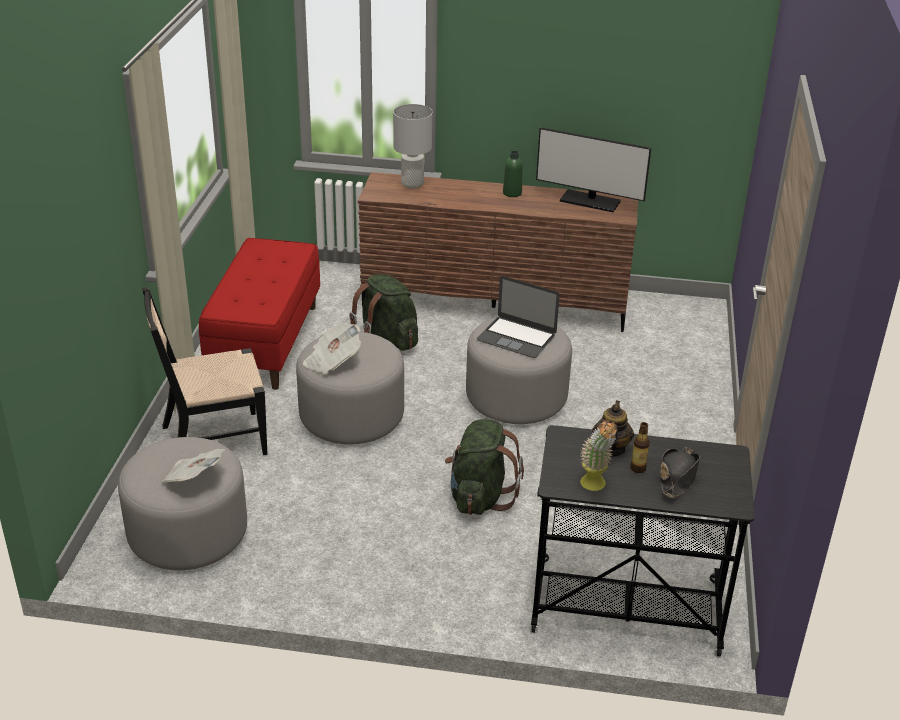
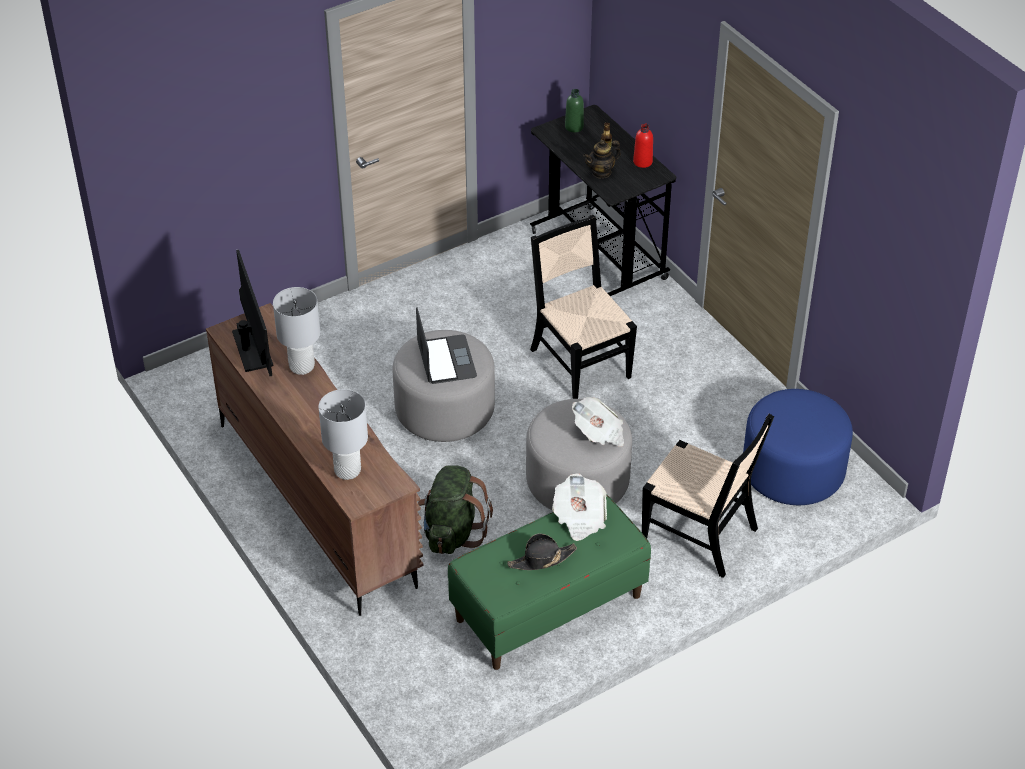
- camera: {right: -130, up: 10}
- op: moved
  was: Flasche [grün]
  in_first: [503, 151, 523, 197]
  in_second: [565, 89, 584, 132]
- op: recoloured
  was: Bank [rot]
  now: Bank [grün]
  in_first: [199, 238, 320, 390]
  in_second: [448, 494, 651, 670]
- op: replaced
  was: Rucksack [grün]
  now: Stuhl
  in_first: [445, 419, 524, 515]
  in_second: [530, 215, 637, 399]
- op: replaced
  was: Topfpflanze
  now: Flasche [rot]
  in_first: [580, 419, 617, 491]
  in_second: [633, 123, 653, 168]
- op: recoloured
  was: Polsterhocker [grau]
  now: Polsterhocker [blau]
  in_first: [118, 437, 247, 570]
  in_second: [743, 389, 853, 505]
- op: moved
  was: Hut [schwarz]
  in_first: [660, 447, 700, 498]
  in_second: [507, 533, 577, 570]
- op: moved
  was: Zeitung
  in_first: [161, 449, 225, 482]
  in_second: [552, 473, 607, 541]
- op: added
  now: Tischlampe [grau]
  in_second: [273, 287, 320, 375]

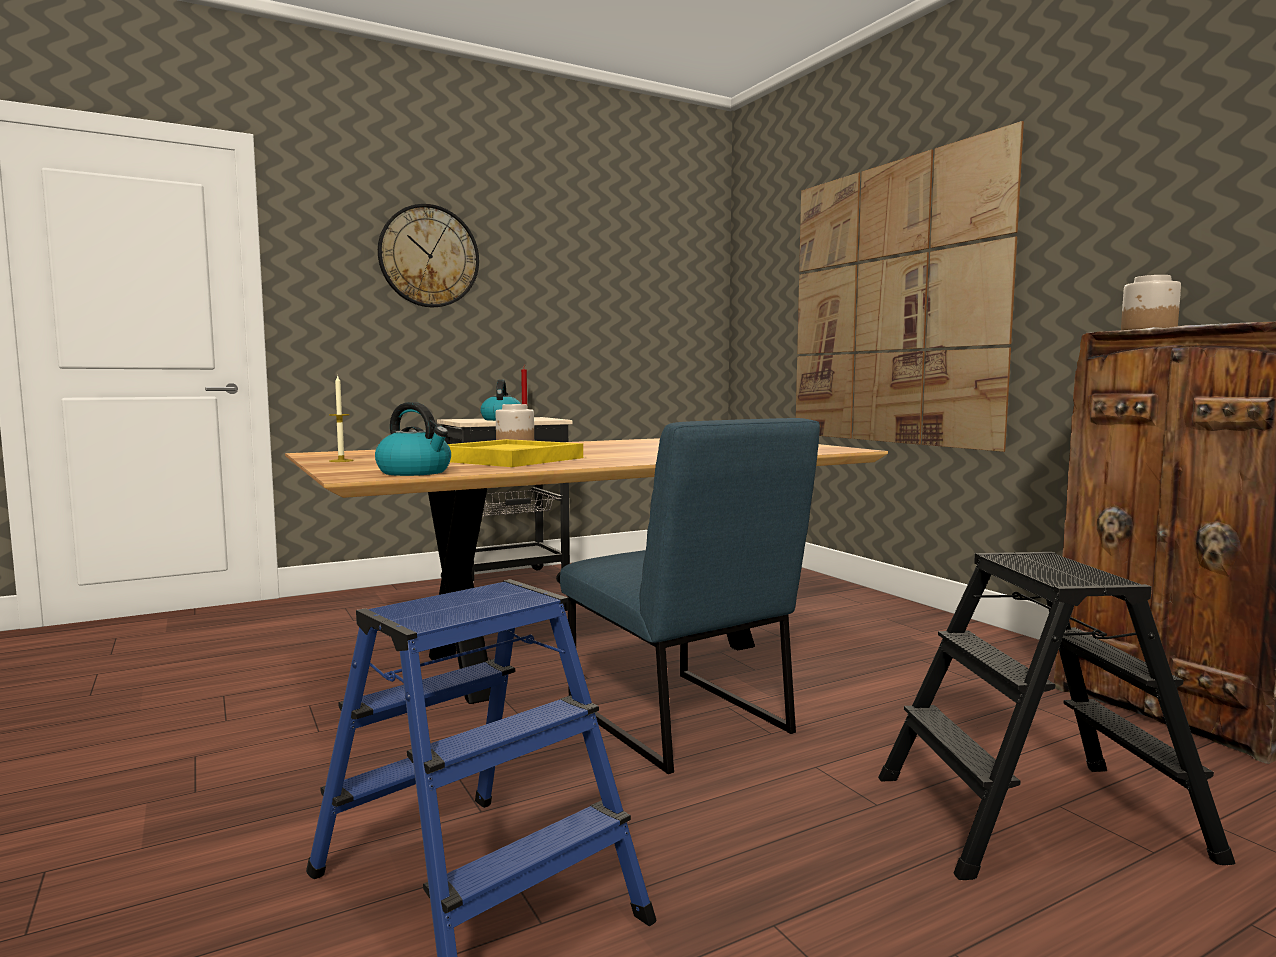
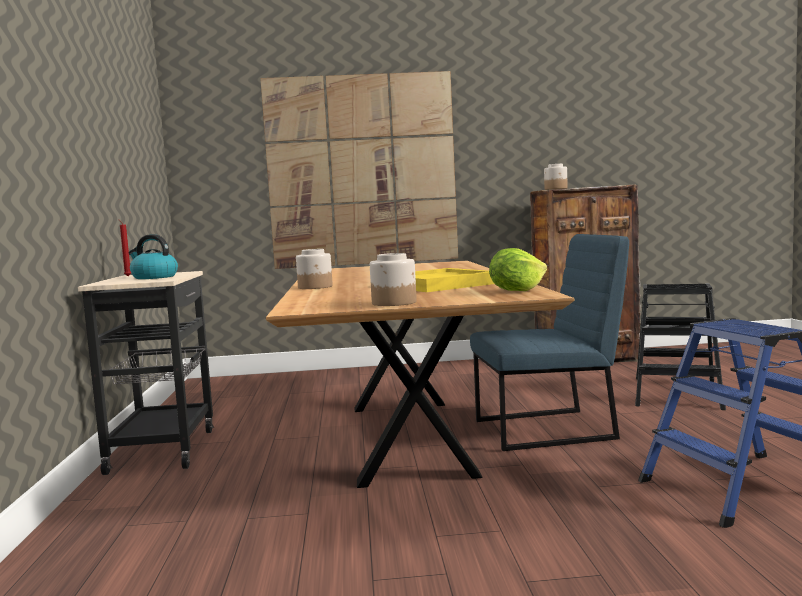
- camera: {right: -65, up: 0}
- op: removed
  was: Wanduhr
  in_first: [378, 204, 479, 307]
- op: replaced
  was: Kerze
  now: Vorratsglas
  in_first: [329, 375, 354, 462]
  in_second: [370, 253, 417, 306]
- op: replaced
  was: Wasserkessel
  now: Salatkopf
  in_first: [375, 402, 451, 476]
  in_second: [489, 248, 547, 291]

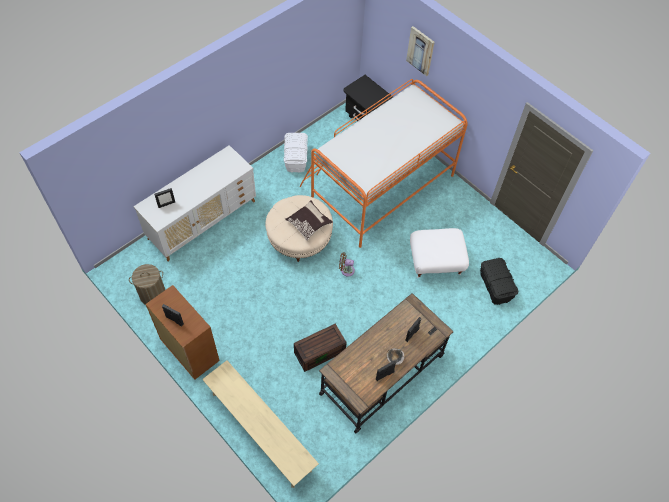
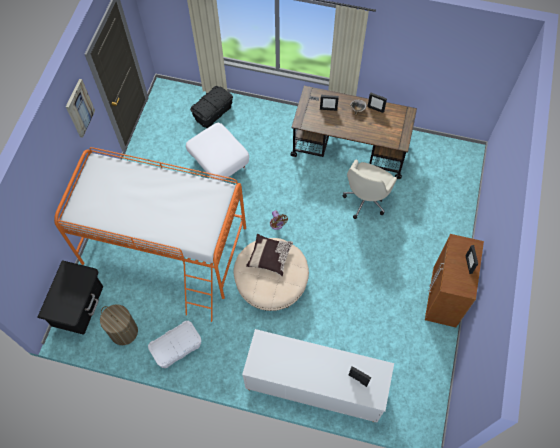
- camera: {right: -120, up: 5}
- op: moved
  was: Bild
  in_first: [406, 26, 435, 76]
  in_second: [66, 79, 95, 138]
- op: moved
  was: Wäschekorb
  in_first: [129, 264, 165, 305]
  in_second: [100, 304, 138, 345]
- op: replaced
  was: Aufbewahrungsbox [braun]
  now: Bürostuhl [beige]
  in_first: [294, 324, 347, 372]
  in_second: [343, 160, 397, 219]
- op: removed
  was: Bank [beige]
  in_first: [202, 360, 319, 488]

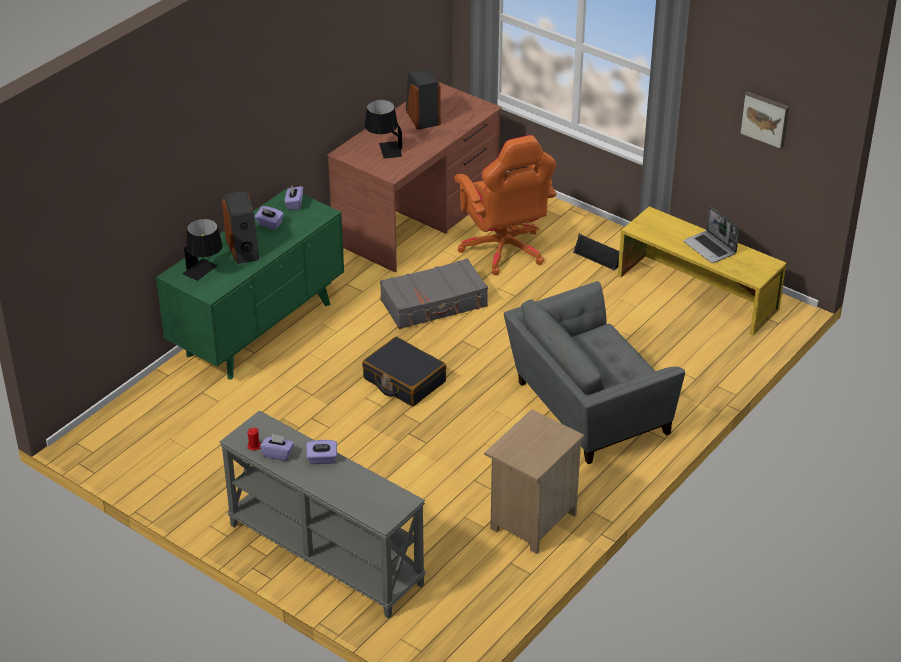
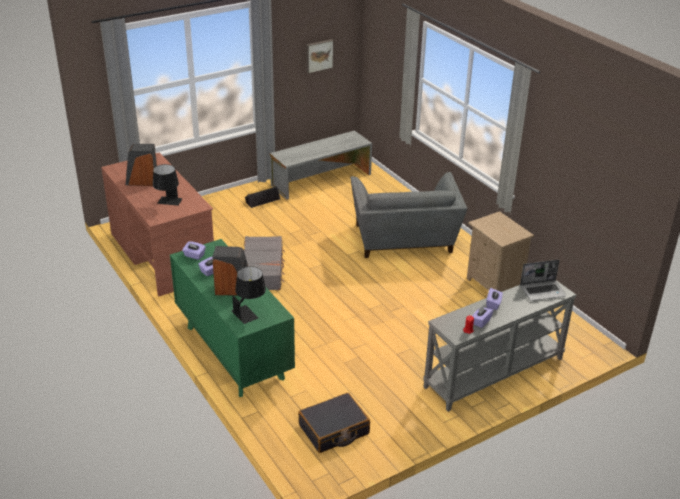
- camera: {right: -70, up: -5}
- op: removed
  was: Bürostuhl [orange]
  in_first: [454, 135, 557, 275]
- op: recoloured
  was: Bank [gelb]
  now: Bank [grau]
  in_first: [618, 206, 787, 336]
  in_second: [270, 131, 372, 200]
- op: moved
  was: Laptop
  in_first: [683, 206, 739, 263]
  in_second: [520, 260, 567, 301]
- op: moved
  was: Koffer [schwarz]
  in_first: [362, 337, 446, 407]
  in_second: [298, 393, 370, 453]

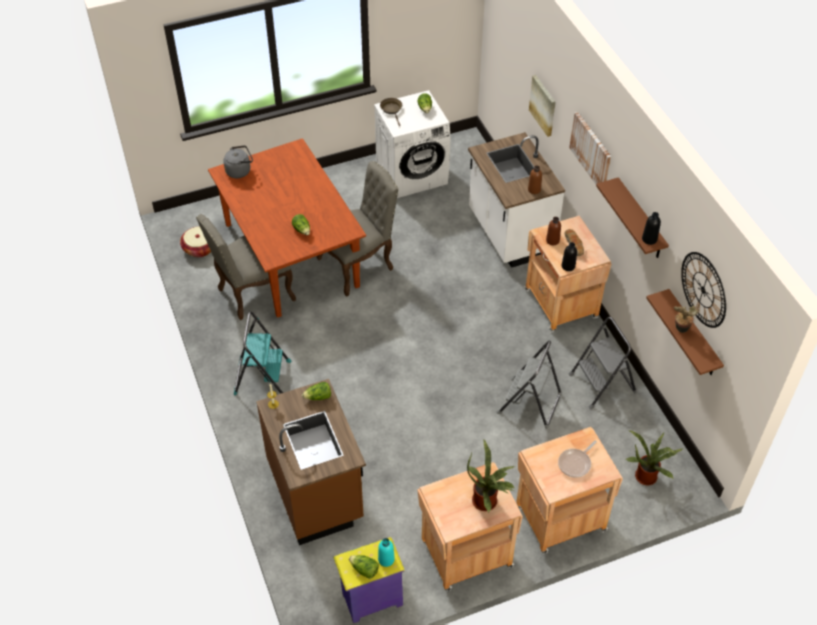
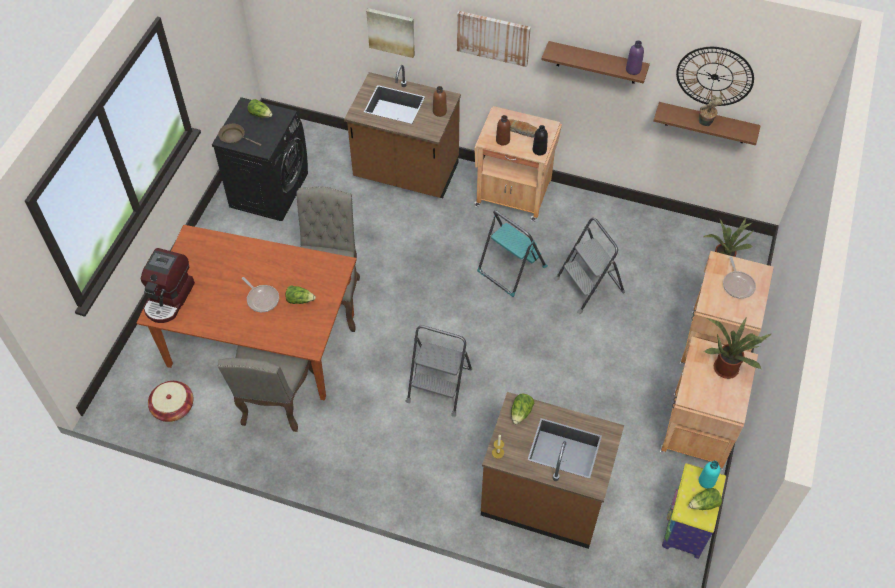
- camera: {right: -50, up: 5}
- op: recoloured
  was: Waschmaschine [weiß]
  now: Waschmaschine [schwarz]
  in_first: [374, 90, 450, 198]
  in_second: [212, 97, 308, 221]
- op: recoloured
  was: Küchenzeile [weiß]
  now: Küchenzeile [braun]
  in_first: [468, 132, 565, 268]
  in_second: [344, 65, 461, 198]
- op: replaced
  was: Wasserkessel [grau]
  now: Kaffeemaschine
  in_first: [223, 146, 253, 178]
  in_second: [140, 248, 195, 323]
- op: recoloured
  was: Flasche [schwarz]
  now: Flasche [lila]
  in_first: [642, 212, 661, 245]
  in_second: [626, 40, 644, 75]
- op: moved
  was: Trittleiter [türkis]
  in_first: [234, 312, 291, 395]
  in_second: [477, 210, 548, 297]
- op: moved
  was: Trittleiter [grau]
  in_first: [568, 317, 637, 410]
  in_second: [405, 325, 472, 417]
- op: added
  now: Pfanne
  in_second: [242, 277, 279, 312]

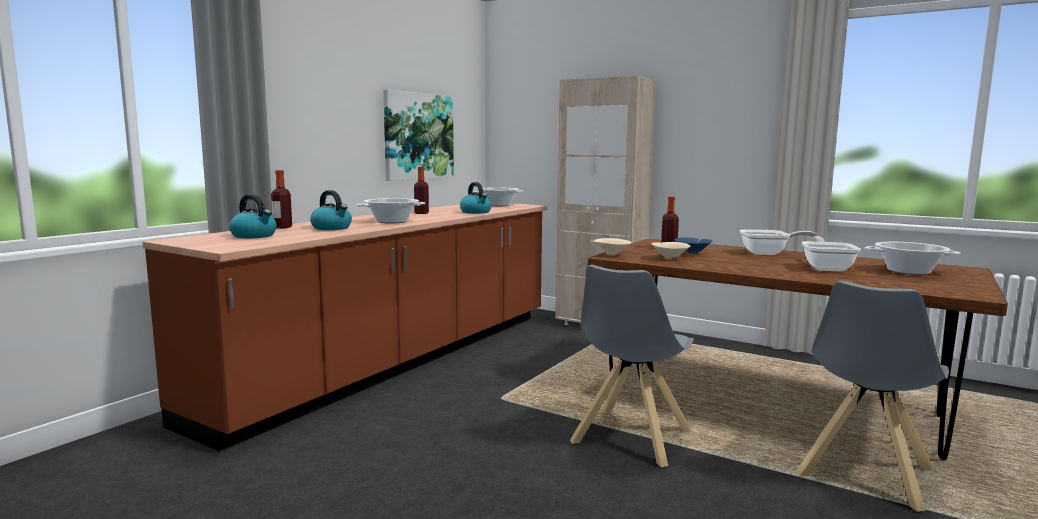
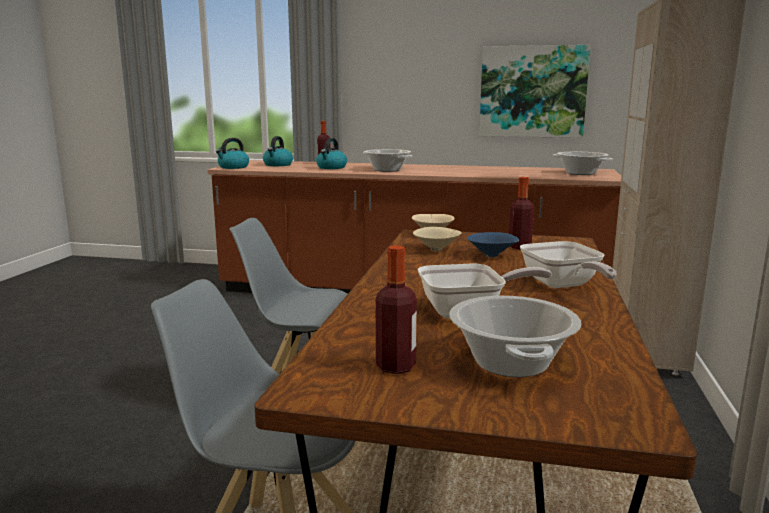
- camera: {right: 70, up: 5}
- op: moved
  was: Flasche
  in_first: [414, 167, 429, 214]
  in_second: [376, 245, 417, 374]
- op: moved
  was: Wasserkessel
  in_first: [460, 182, 492, 214]
  in_second: [216, 138, 249, 169]

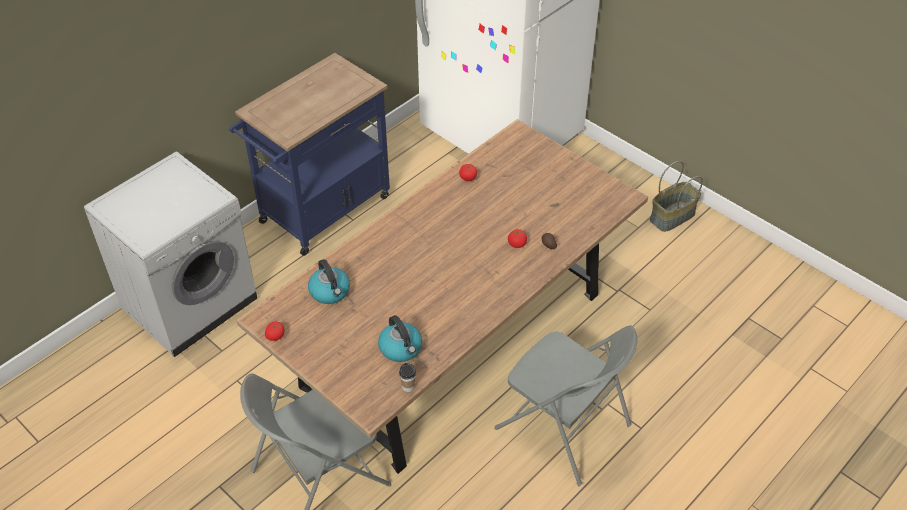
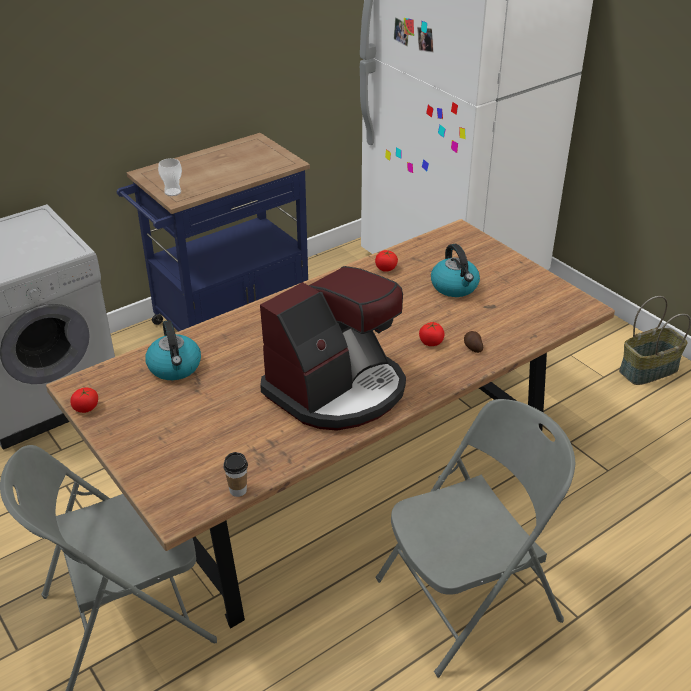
- camera: {right: 10, up: -10}
- op: moved
  was: Wasserkessel
  in_first: [378, 315, 422, 362]
  in_second: [431, 244, 480, 297]
- op: turned
  was: Stuhl [grau]
  in_first: [494, 325, 637, 487]
  in_second: [375, 399, 575, 678]
  clockwise: -75
- op: added
  now: Tasse
  in_second: [158, 158, 182, 196]
- op: added
  now: Kaffeemaschine
  in_second: [260, 266, 406, 431]

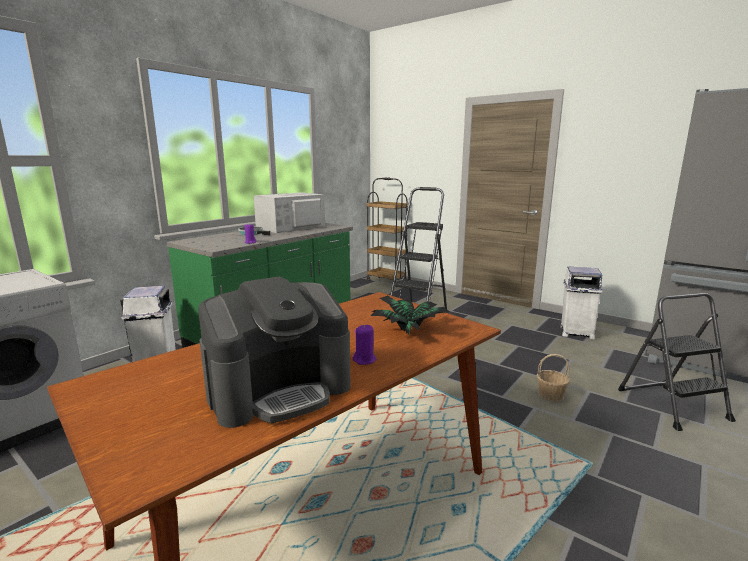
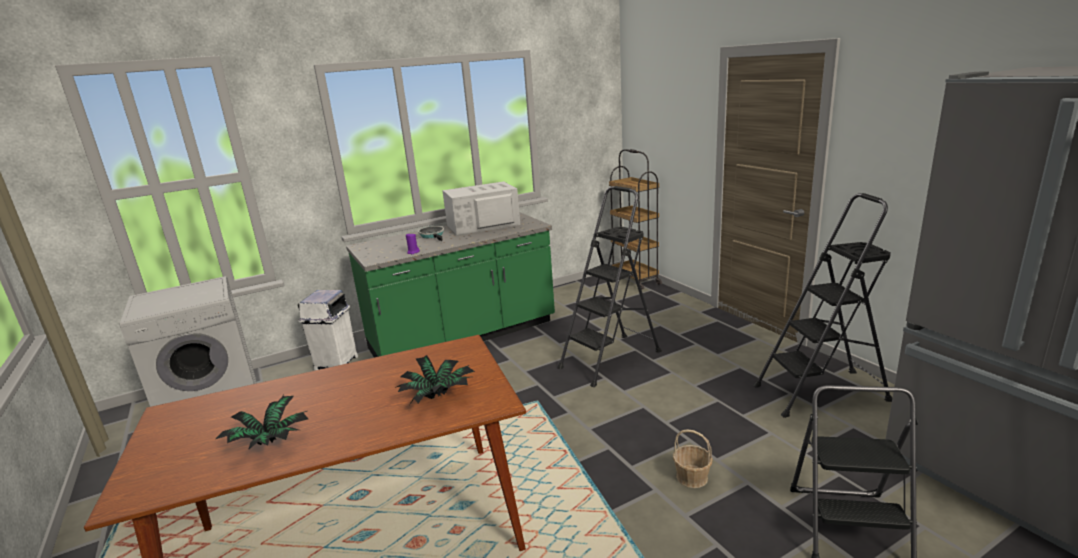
- camera: {right: 25, up: 5}
- op: replaced
  was: Mülleimer [weiß]
  now: Trittleiter
  in_first: [561, 267, 603, 340]
  in_second: [753, 193, 892, 418]
- op: replaced
  was: Kaffeemaschine
  now: Topfpflanze
  in_first: [198, 276, 351, 428]
  in_second: [216, 395, 308, 450]
- op: removed
  was: Kerze [lila]
  in_first: [353, 325, 376, 365]

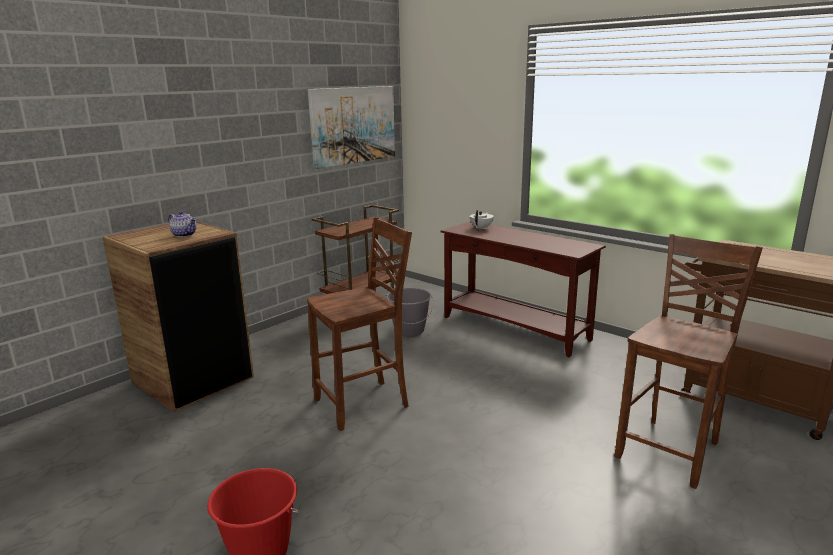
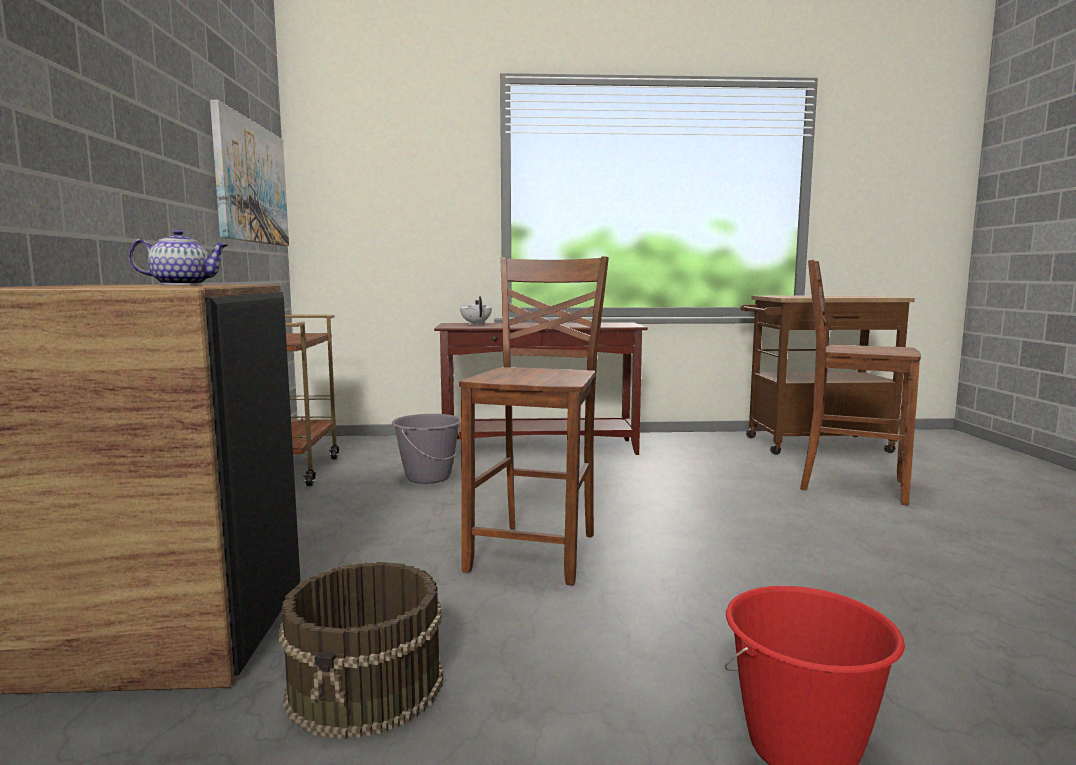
- camera: {right: -45, up: -10}
- op: turned
  was: Stuhl [braun]
  in_first: [615, 234, 763, 489]
  in_second: [800, 260, 921, 505]
  clockwise: -60
- op: added
  now: Eimer [braun]
  in_second: [279, 562, 443, 739]

